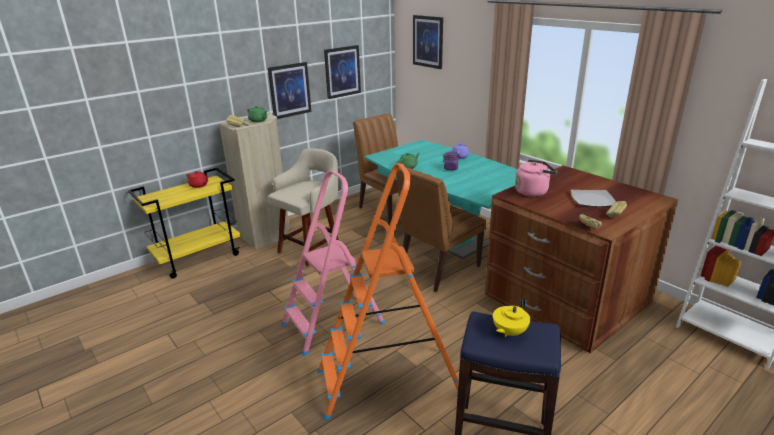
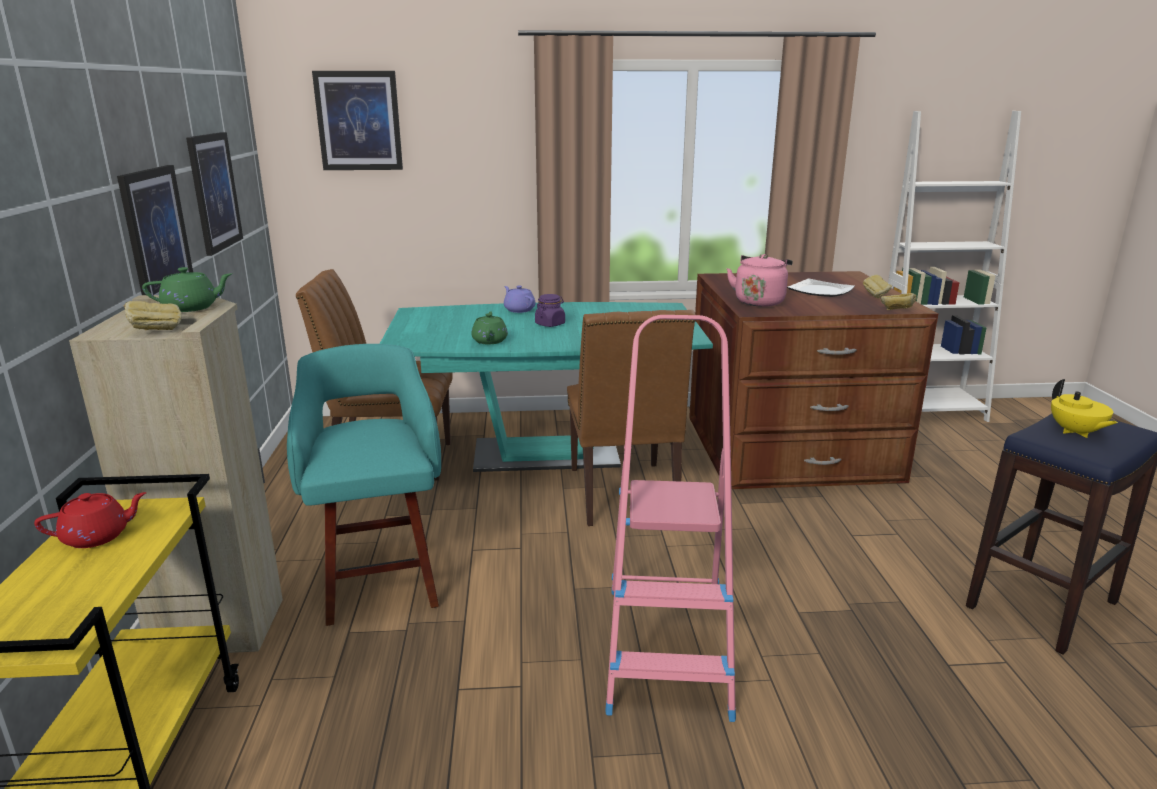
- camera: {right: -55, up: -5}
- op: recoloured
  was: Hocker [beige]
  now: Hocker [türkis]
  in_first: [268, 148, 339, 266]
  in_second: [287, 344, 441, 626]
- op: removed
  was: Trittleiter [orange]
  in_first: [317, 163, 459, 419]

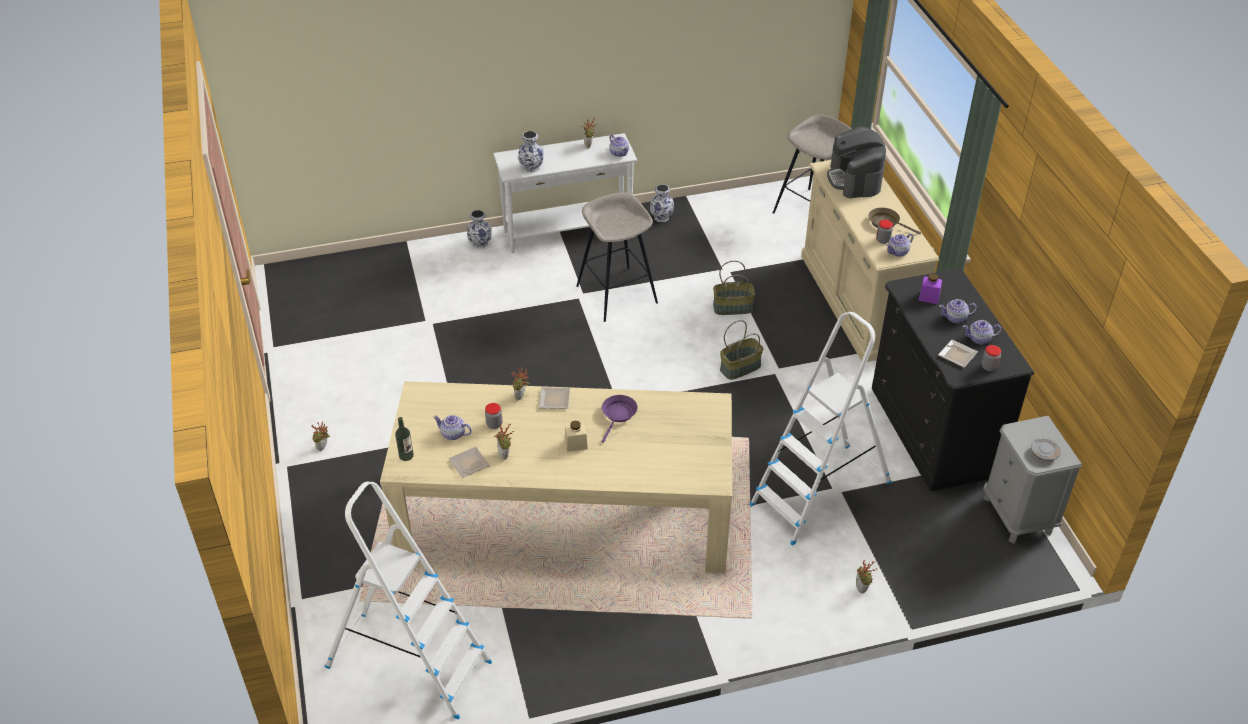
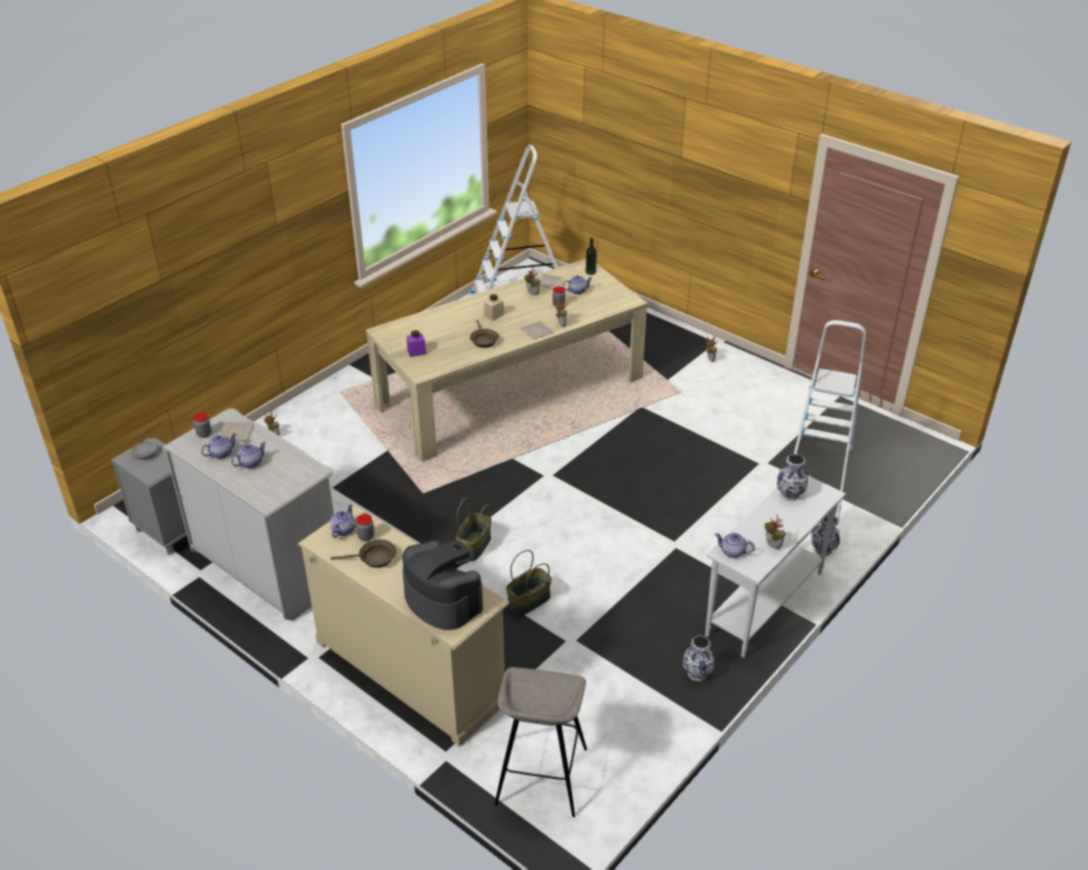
- camera: {right: 145, up: -5}
- op: removed
  was: Hocker [grau]
  in_first: [576, 192, 658, 322]
- op: recoloured
  was: Kommode [schwarz]
  now: Kommode [weiß]
  in_first: [872, 268, 1034, 491]
  in_second: [163, 409, 334, 620]
- op: moved
  was: Vorratsglas [lila]
  in_first: [918, 274, 942, 304]
  in_second: [407, 330, 426, 357]
- op: moved
  was: Trittleiter [weiß]
  in_first: [750, 312, 892, 545]
  in_second: [794, 320, 866, 521]
- op: recoloured
  was: Pfanne [lila]
  now: Pfanne [braun]
  in_first: [602, 395, 637, 443]
  in_second: [470, 320, 499, 348]

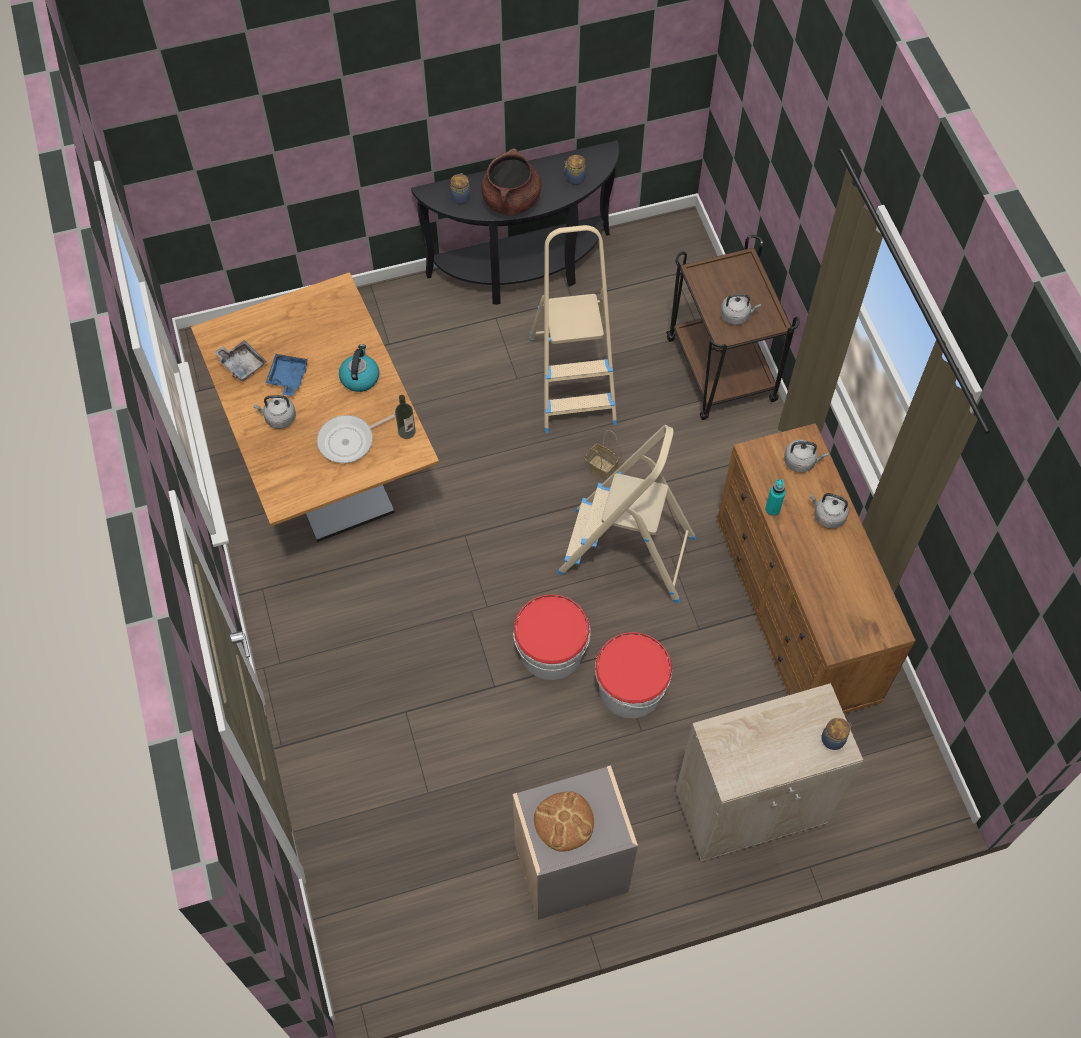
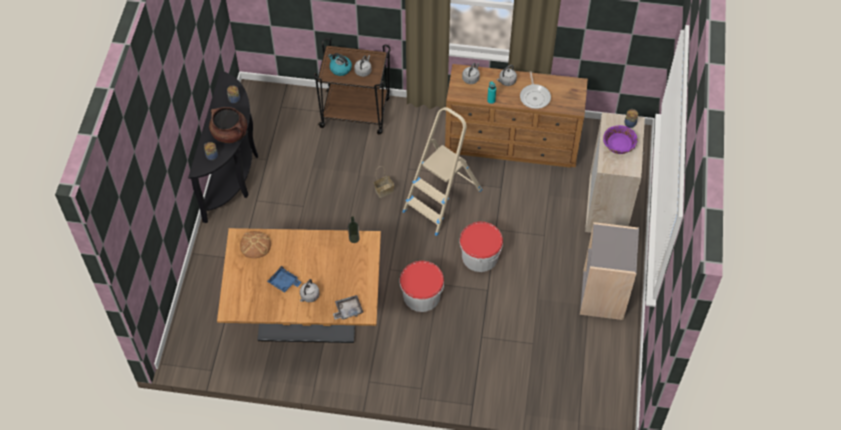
- camera: {right: -65, up: -5}
- op: removed
  was: Trittleiter [beige]
  in_first: [529, 225, 617, 433]
- op: moved
  was: Tablett [grau]
  in_first: [214, 340, 267, 382]
  in_second: [333, 295, 363, 319]
- op: moved
  was: Wasserkessel
  in_first: [339, 344, 379, 392]
  in_second: [328, 53, 352, 76]
- op: moved
  was: Pfanne
  in_first: [317, 414, 396, 463]
  in_second: [520, 71, 551, 109]
- op: moved
  was: Eimer
  in_first: [595, 632, 672, 718]
  in_second: [400, 261, 444, 312]
- op: moved
  was: Brot
  in_first: [534, 791, 594, 852]
  in_second: [240, 231, 271, 258]
- op: added
  now: Schüssel [lila]
  in_second: [603, 125, 638, 154]

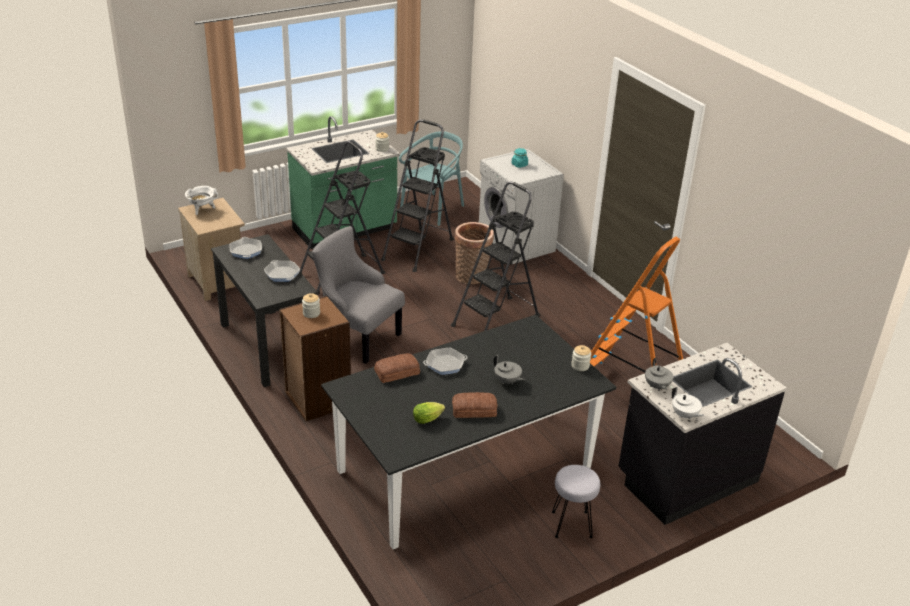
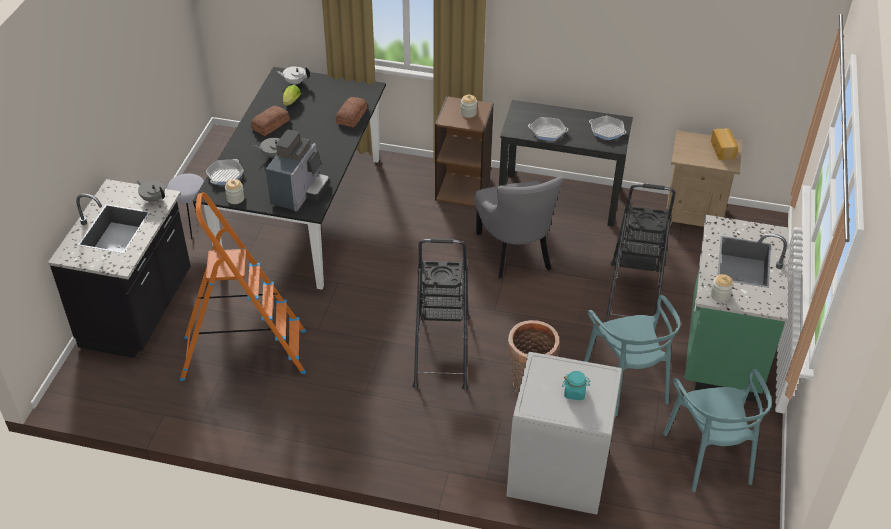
- camera: {right: 135, up: 10}
- op: replaced
  was: Trittleiter
  now: Stuhl [türkis]
  in_first: [381, 120, 454, 272]
  in_second: [584, 295, 681, 416]
- op: replaced
  was: Kochtopf [weiß]
  now: Brot
  in_first: [185, 186, 218, 215]
  in_second: [711, 128, 738, 160]
- op: turned
  was: Stuhl [grau]
  in_first: [312, 226, 405, 364]
  in_second: [474, 177, 563, 279]
  clockwise: 90
- op: moved
  was: Pfanne
  in_first: [423, 348, 468, 375]
  in_second: [205, 159, 244, 185]
- op: moved
  was: Teekanne [weiß]
  in_first: [672, 387, 705, 419]
  in_second: [276, 66, 310, 85]
- op: added
  now: Kaffeemaschine
  in_second: [266, 129, 329, 212]

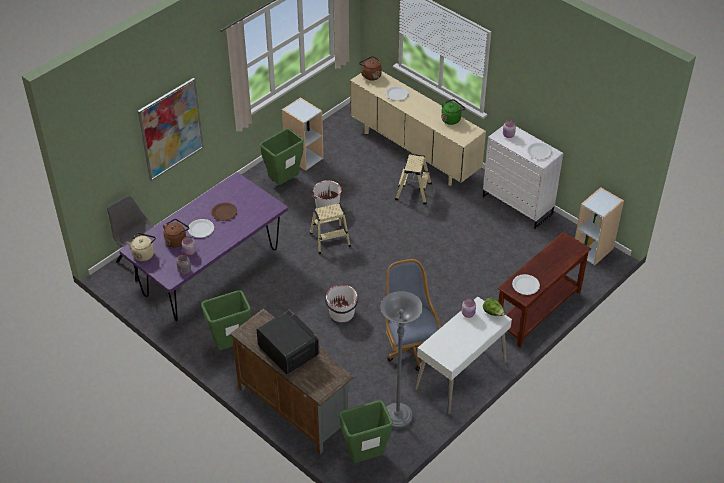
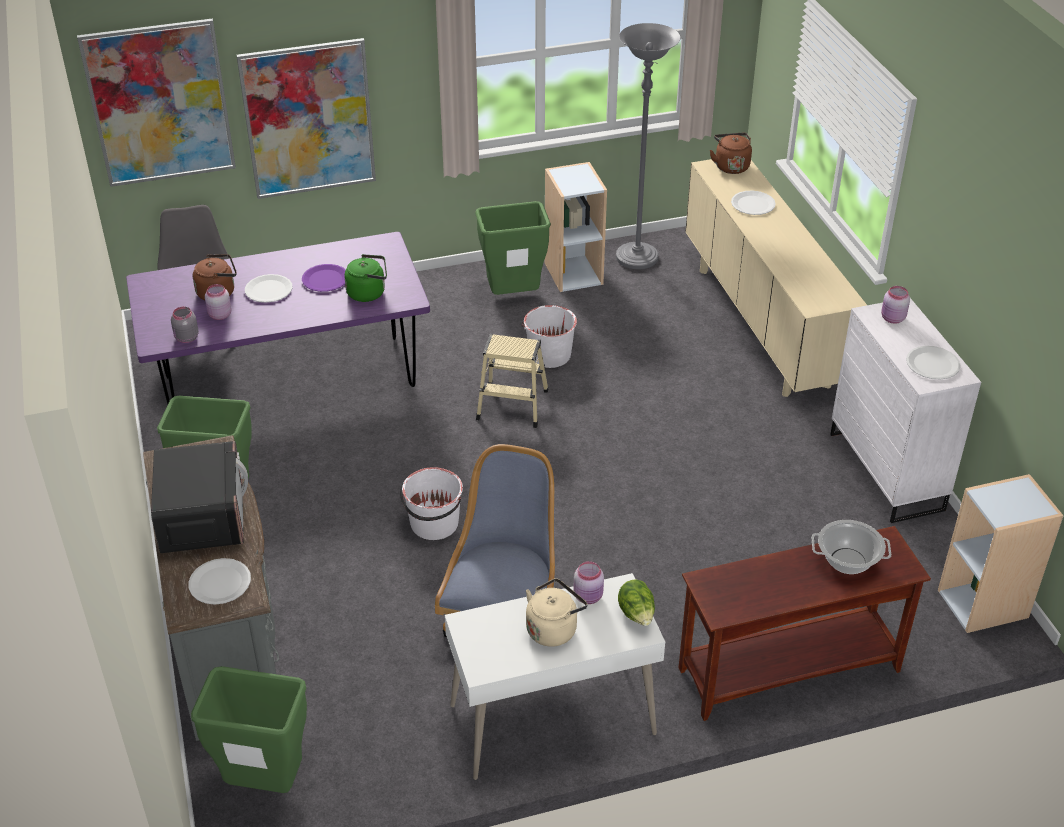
- camera: {right: 30, up: -5}
- op: moved
  was: Wasserkessel [grün]
  in_first: [441, 99, 466, 125]
  in_second: [344, 254, 387, 302]
- op: removed
  was: Trittleiter [beige]
  in_first: [395, 154, 432, 205]
- op: recoloured
  was: Teller [braun]
  now: Teller [lila]
  in_first: [211, 203, 237, 221]
  in_second: [302, 264, 346, 292]
- op: moved
  was: Wasserkessel [beige]
  in_first: [127, 233, 156, 261]
  in_second: [526, 578, 587, 647]
- op: moved
  was: Teller [weiß]
  in_first: [512, 274, 540, 295]
  in_second: [189, 558, 251, 605]
- op: moved
  was: Stehlampe [grau]
  in_first: [381, 291, 423, 429]
  in_second: [616, 23, 681, 269]
- op: added
  now: Bild
  in_second: [77, 18, 236, 187]
- op: added
  now: Kochtopf
  in_second: [812, 520, 891, 574]

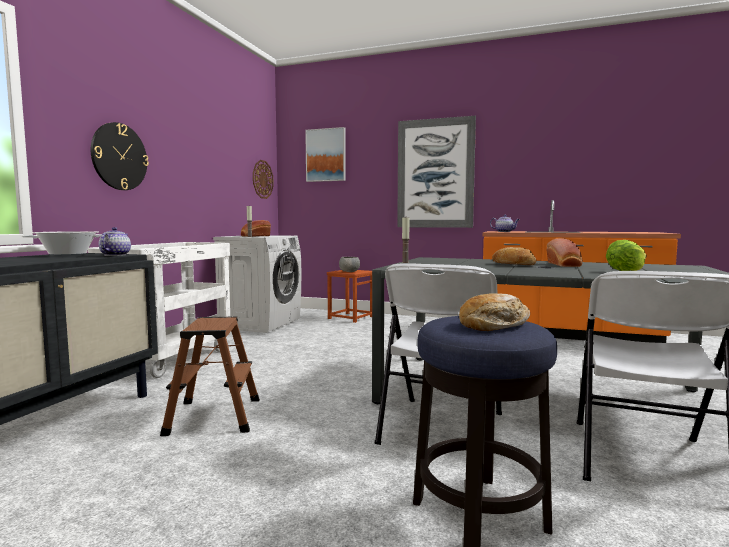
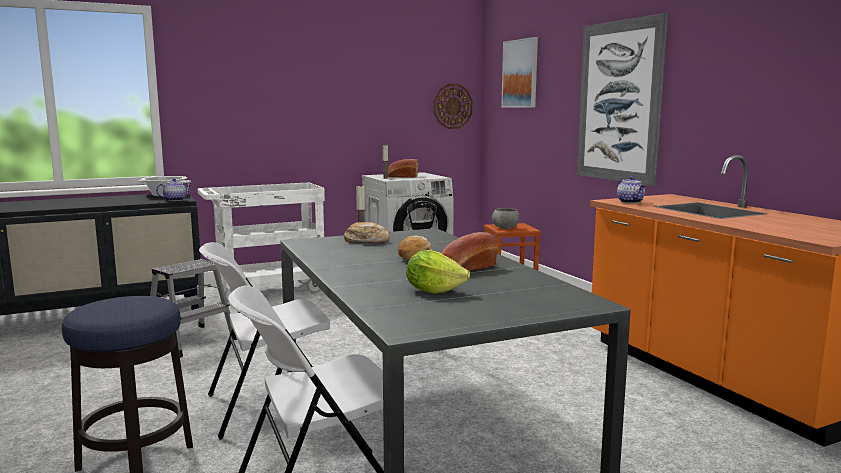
- camera: {right: 45, up: 5}
- op: removed
  was: Wanduhr
  in_first: [91, 122, 149, 190]
- op: moved
  was: Brot
  in_first: [459, 293, 530, 331]
  in_second: [344, 222, 390, 243]
- op: recoloured
  was: Trittleiter [braun]
  now: Trittleiter [grau]
  in_first: [160, 316, 260, 436]
  in_second: [150, 259, 237, 358]

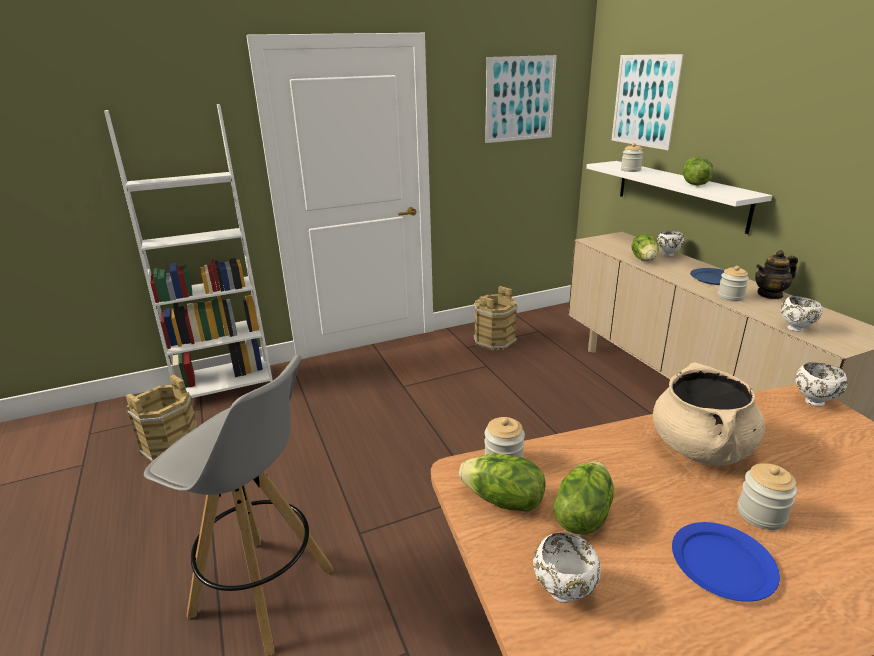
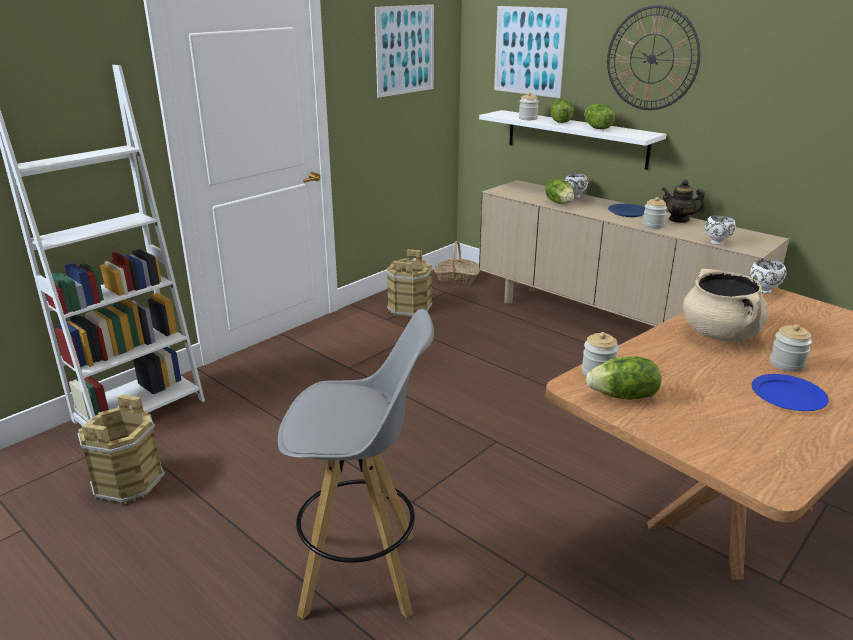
- camera: {right: -25, up: 0}
- op: turned
  was: Teekanne
  in_first: [755, 250, 798, 299]
  in_second: [662, 180, 705, 223]
  clockwise: 75
- op: moved
  was: Salatkopf
  in_first: [553, 461, 614, 534]
  in_second: [551, 98, 574, 123]
- op: removed
  was: Schüssel [weiß]
  in_first: [533, 533, 601, 603]
- op: added
  now: Wanduhr
  in_second: [607, 5, 701, 110]
- op: added
  now: Korb
  in_second: [434, 241, 480, 283]

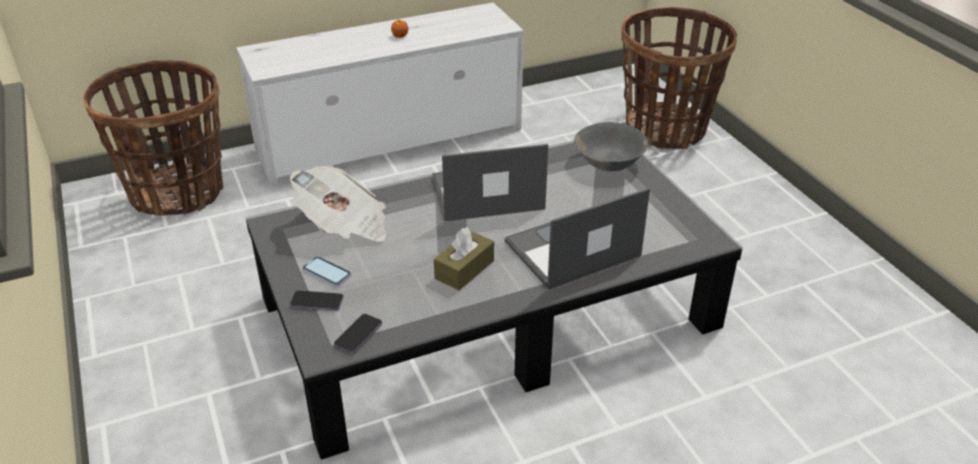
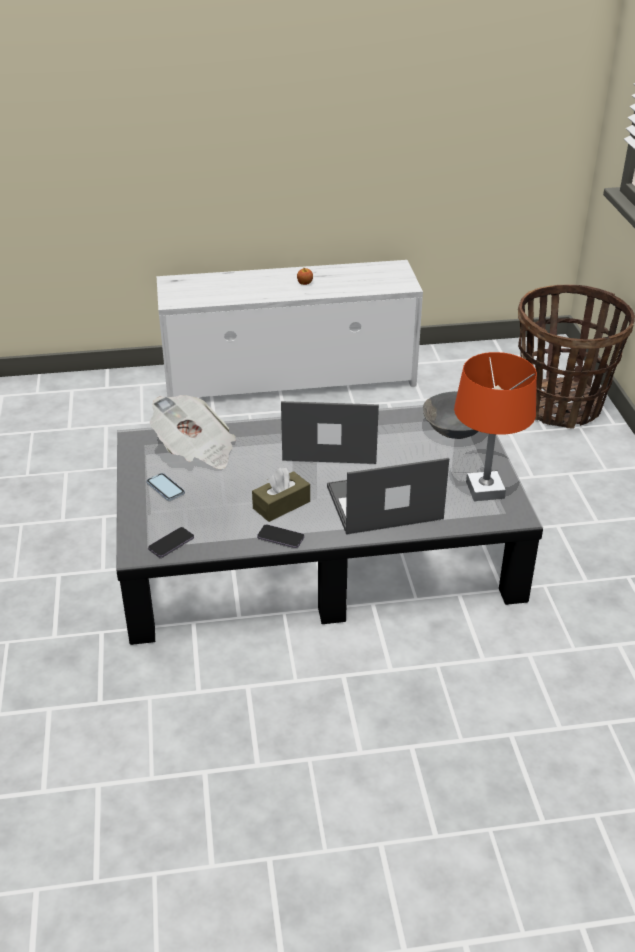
- camera: {right: 15, up: 0}
- op: removed
  was: Korb
  in_first: [83, 60, 223, 216]
- op: moved
  was: Handy
  in_first: [290, 290, 343, 311]
  in_second: [257, 524, 304, 548]
- op: added
  now: Tischlampe [orange]
  in_second: [454, 352, 537, 501]

